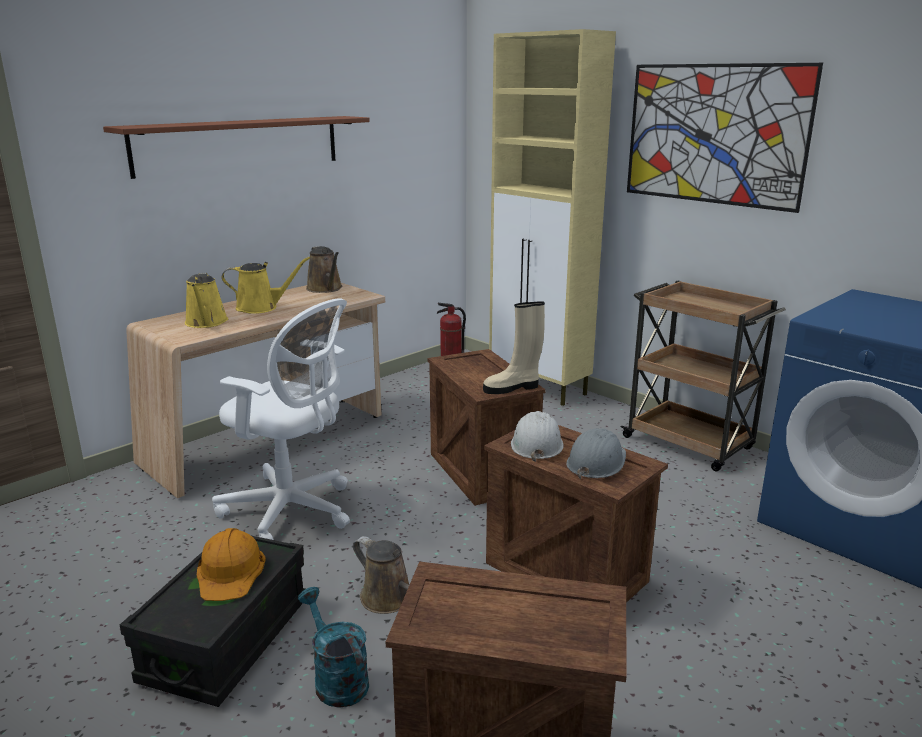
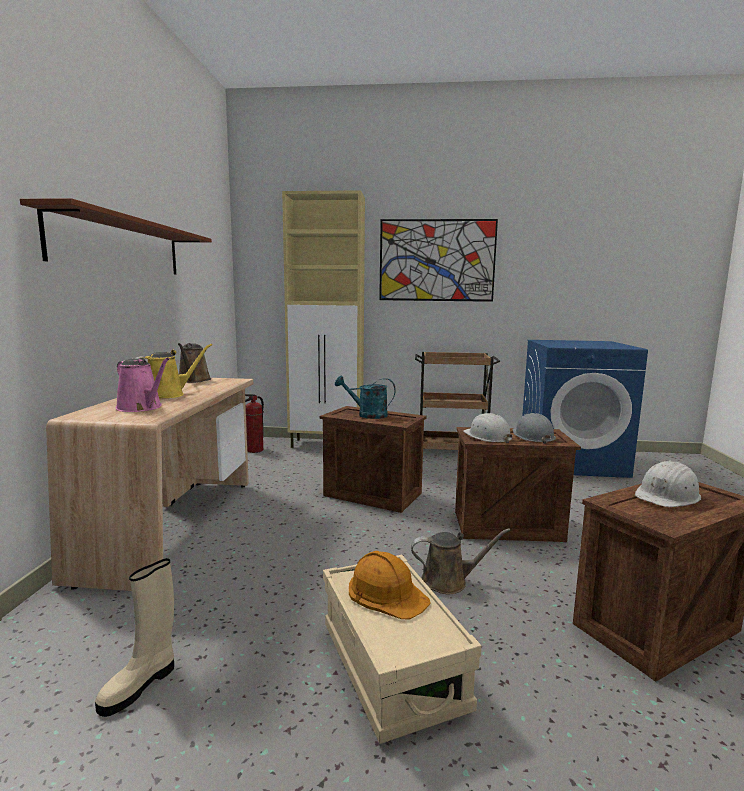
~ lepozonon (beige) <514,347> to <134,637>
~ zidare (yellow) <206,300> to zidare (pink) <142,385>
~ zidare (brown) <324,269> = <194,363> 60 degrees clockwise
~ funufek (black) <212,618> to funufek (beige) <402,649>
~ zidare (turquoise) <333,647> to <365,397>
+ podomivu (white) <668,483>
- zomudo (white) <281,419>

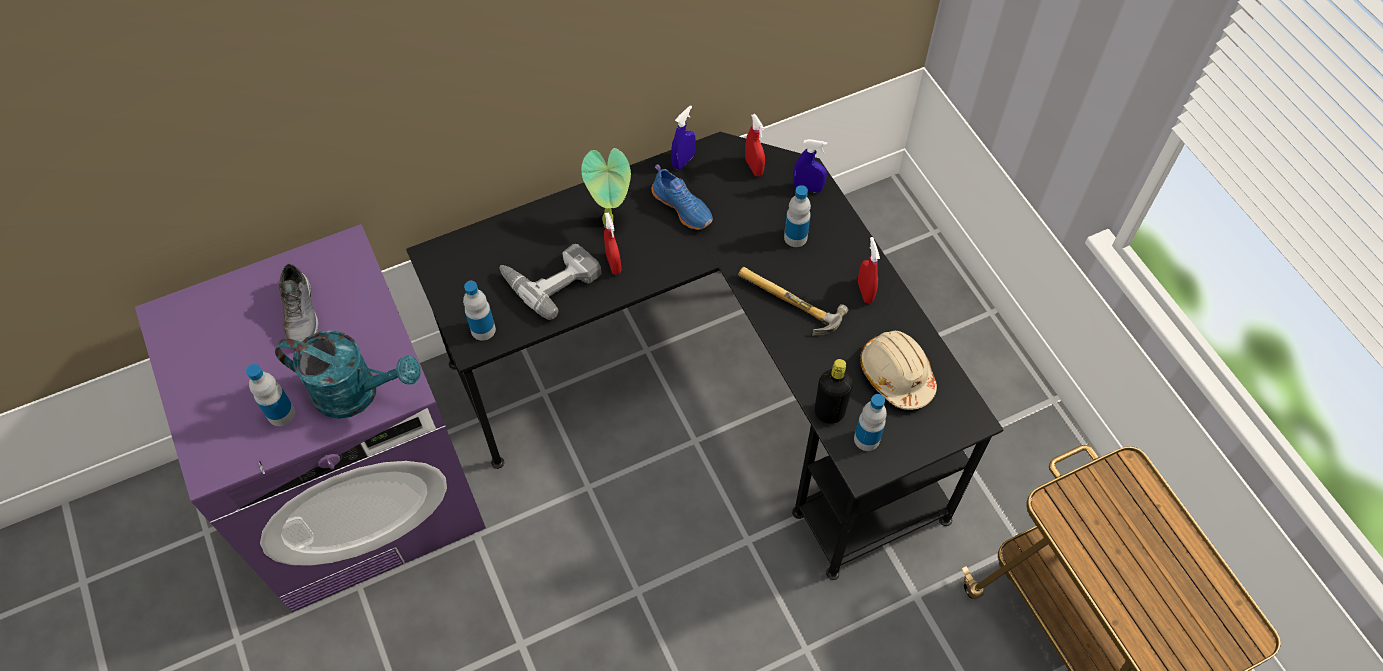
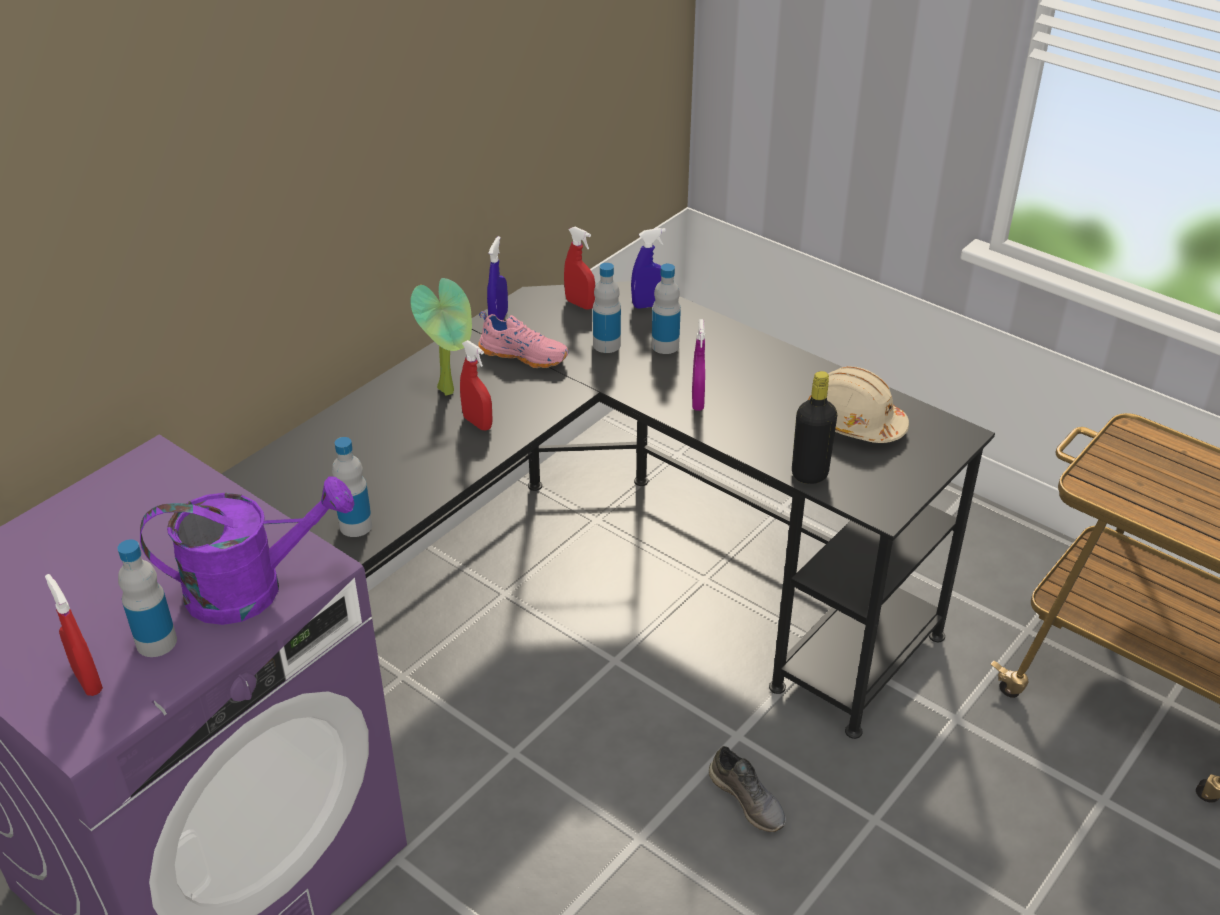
~ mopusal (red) <869,270> to <74,635>
~ zidare (turquoise) <348,374> to zidare (purple) <247,550>
~ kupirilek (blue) <682,197> to kupirilek (pink) <523,339>
~ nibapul <870,422> to <607,308>
~ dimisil <793,301> to mopusal (purple) <698,365>
~ kupirilek (grey) <299,303> to <747,789>
- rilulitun <551,282>

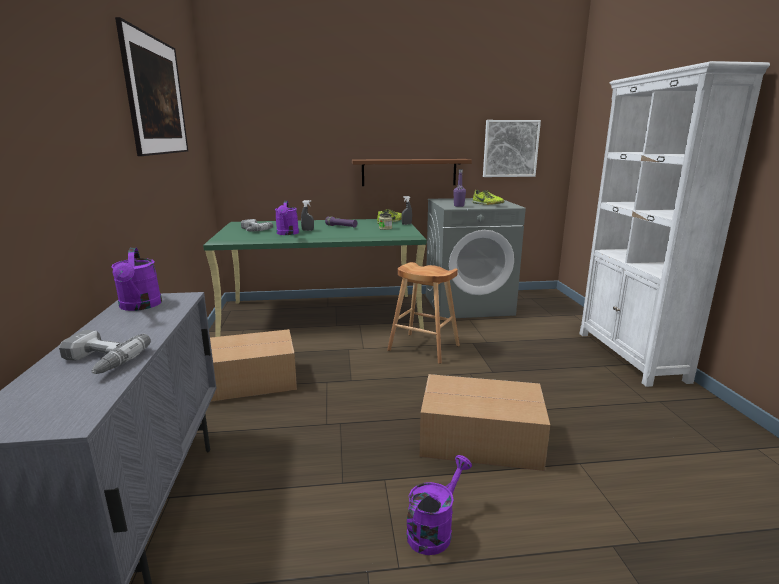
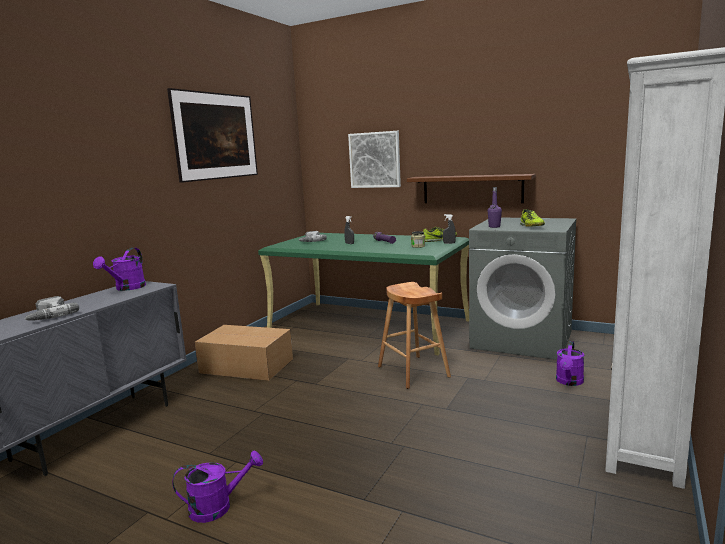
~ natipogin <512,148> to <374,159>
~ zidare (purple) <287,218> to <570,363>
- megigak <485,422>

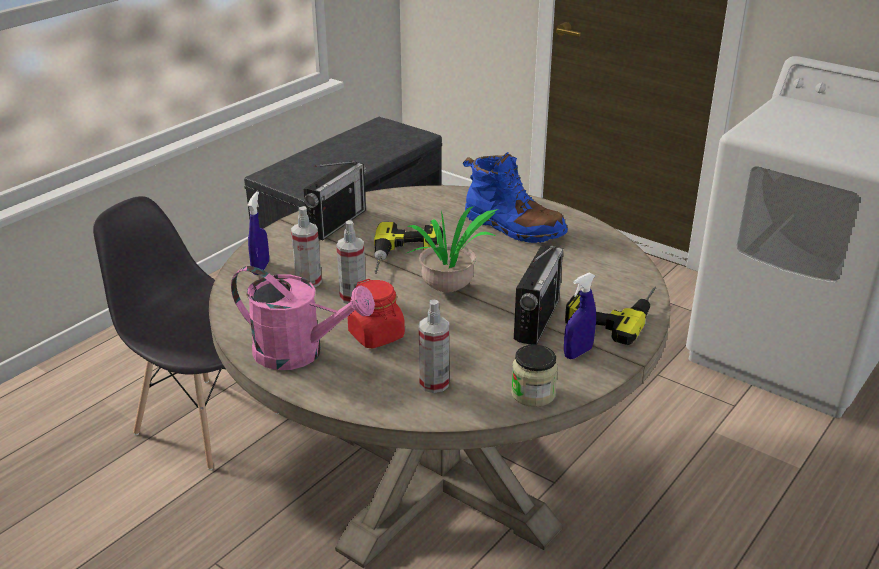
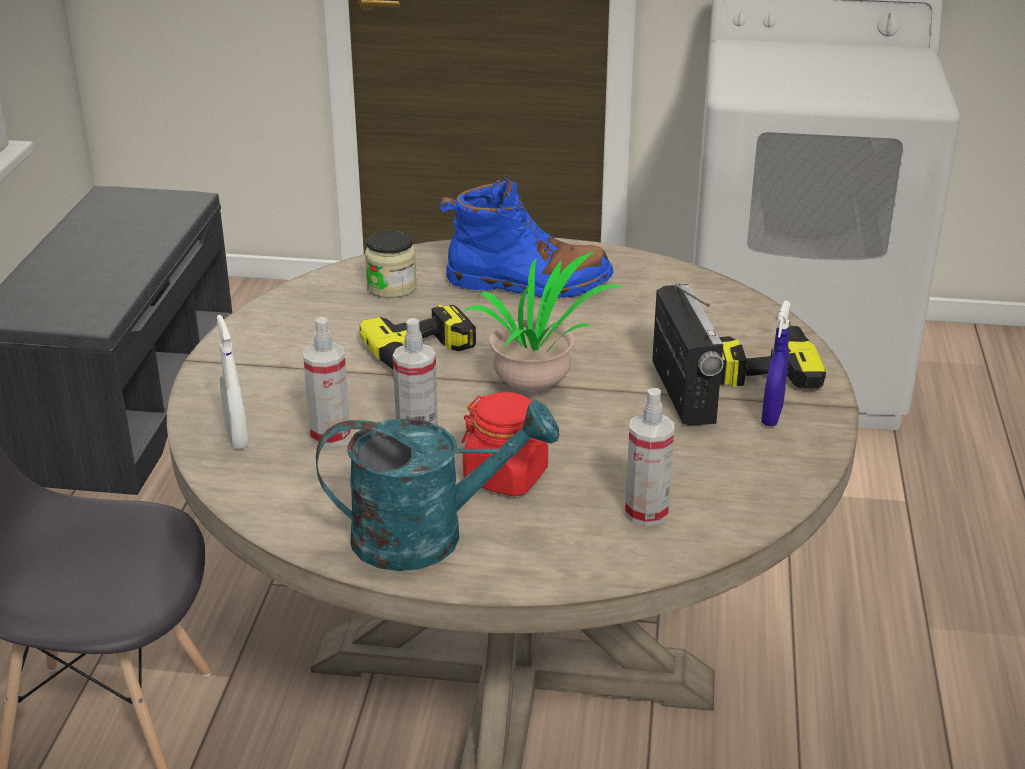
~ mopusal (blue) <258,233> to mopusal (white) <232,382>
~ zidare (pink) <303,318> to zidare (turquoise) <437,485>
~ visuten <534,375> to <391,264>
- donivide <334,200>

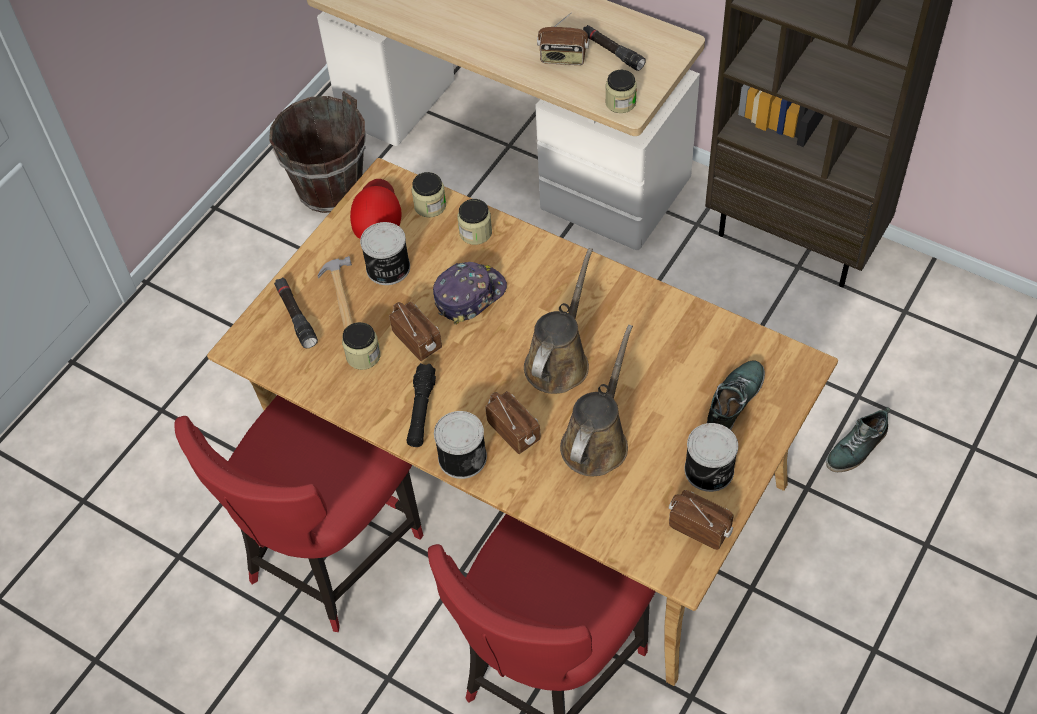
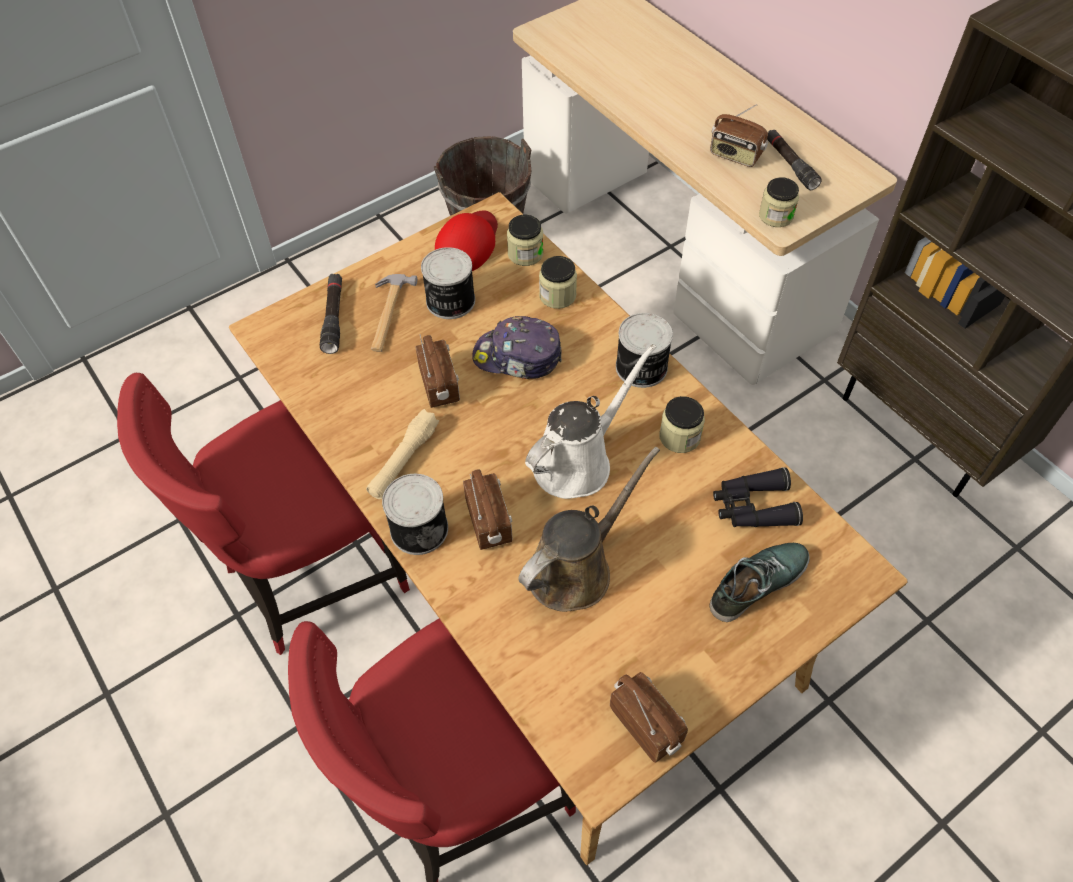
~ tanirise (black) <421,405> to tanirise (beige) <402,454>
~ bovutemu <470,293> = <517,347> 150 degrees counterclockwise
~ zidare (brown) <558,321> to zidare (white) <590,421>
~ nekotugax <711,457> to <644,350>
~ visuten <361,346> to <682,424>
+ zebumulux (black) <758,497>
- kupirilek <858,439>

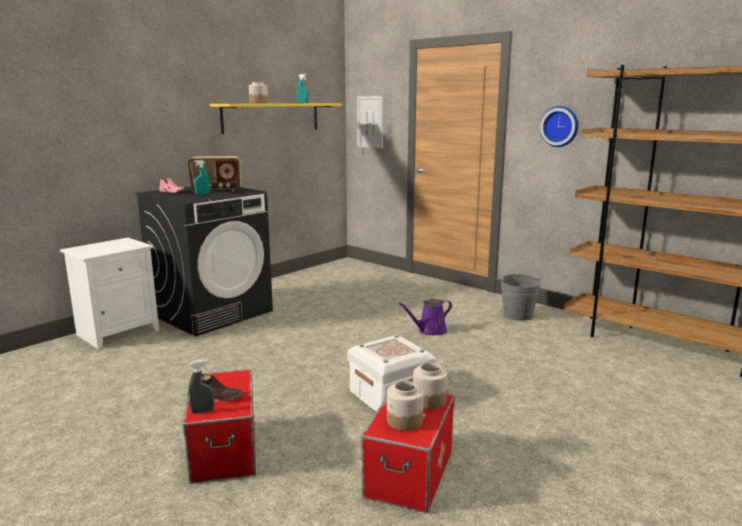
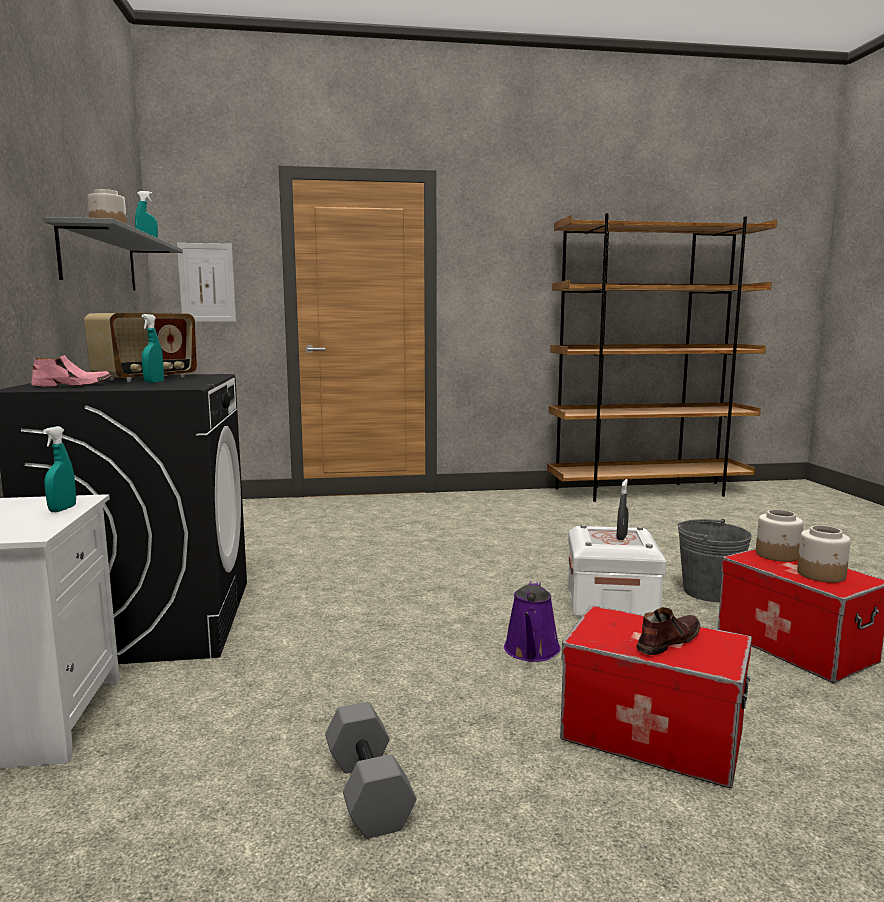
+ mopusal (turquoise) <59,469>
~ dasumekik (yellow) <276,118> to dasumekik (grey) <114,253>
+ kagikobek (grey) <371,770>
~ zidare (purple) <425,317> to <532,621>
~ mopusal (grey) <201,386> to <623,509>
~ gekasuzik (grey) <521,297> to <715,560>
- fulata <559,126>

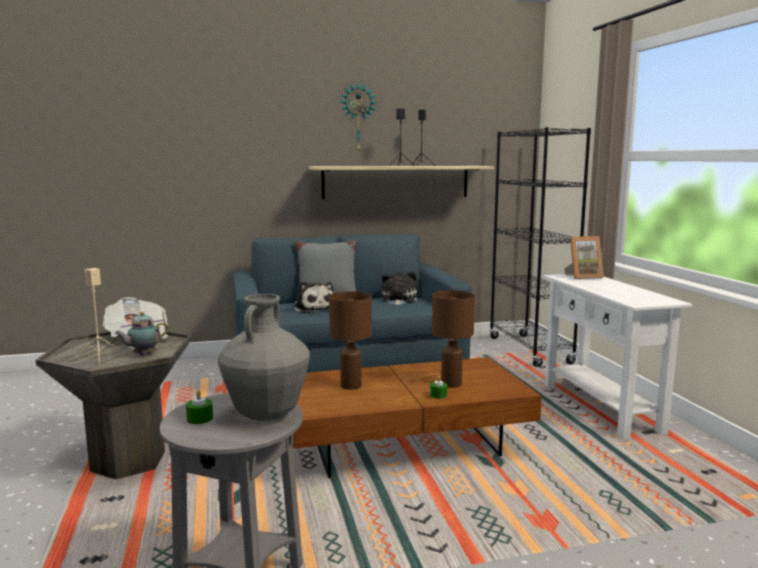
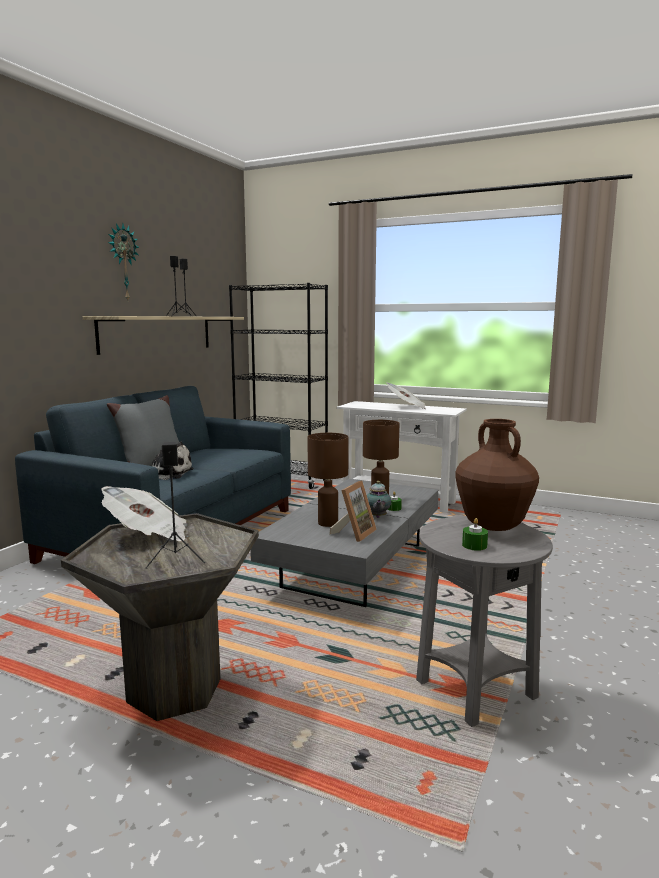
~ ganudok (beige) <99,316> to ganudok (black) <175,505>
~ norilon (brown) <417,417> to norilon (grey) <344,543>
~ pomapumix <584,257> to <353,511>
~ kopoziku <141,333> to <379,499>
+ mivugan <406,395>
~ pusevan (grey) <264,357> to pusevan (brown) <497,475>
- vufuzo <399,288>

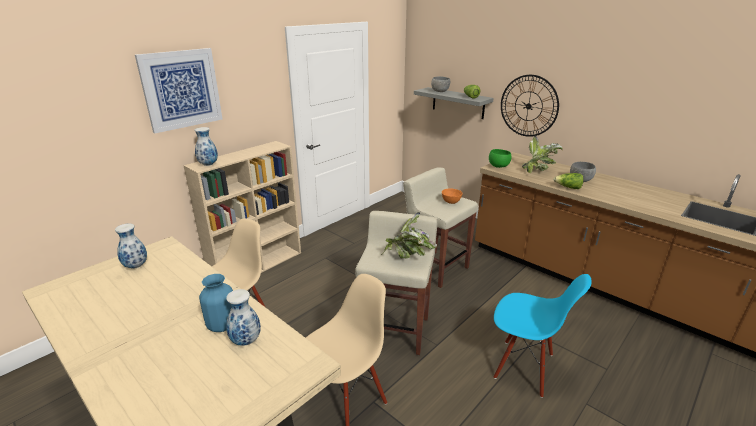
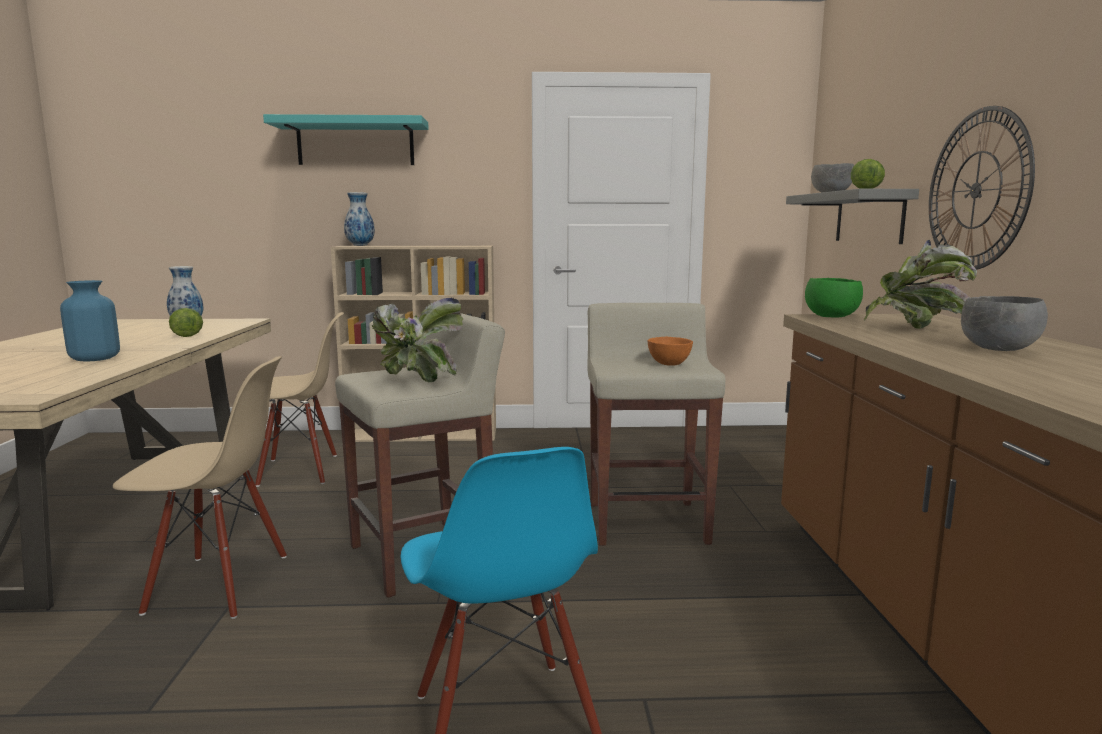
~ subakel <568,181> to <186,322>
~ natipogin <179,90> to dasumekik (turquoise) <346,139>
- pusevan <243,317>

